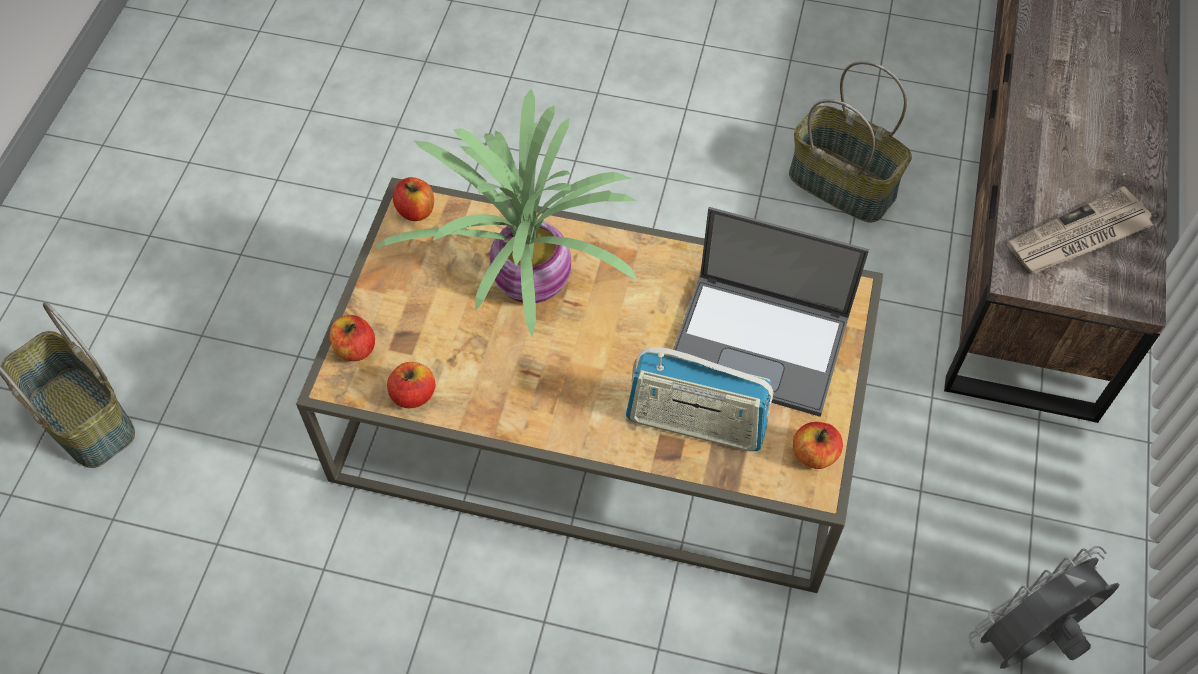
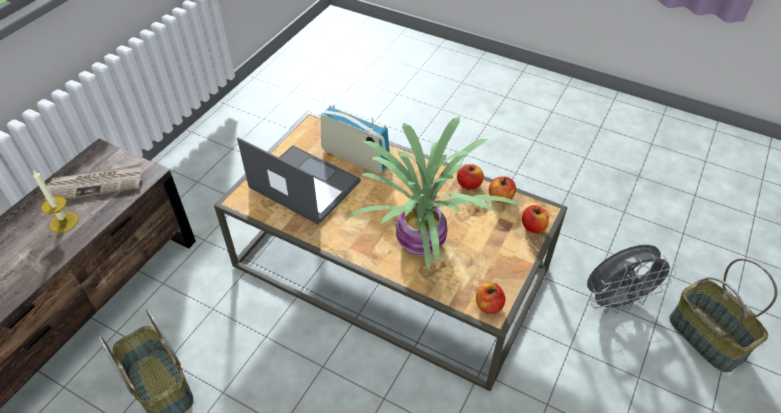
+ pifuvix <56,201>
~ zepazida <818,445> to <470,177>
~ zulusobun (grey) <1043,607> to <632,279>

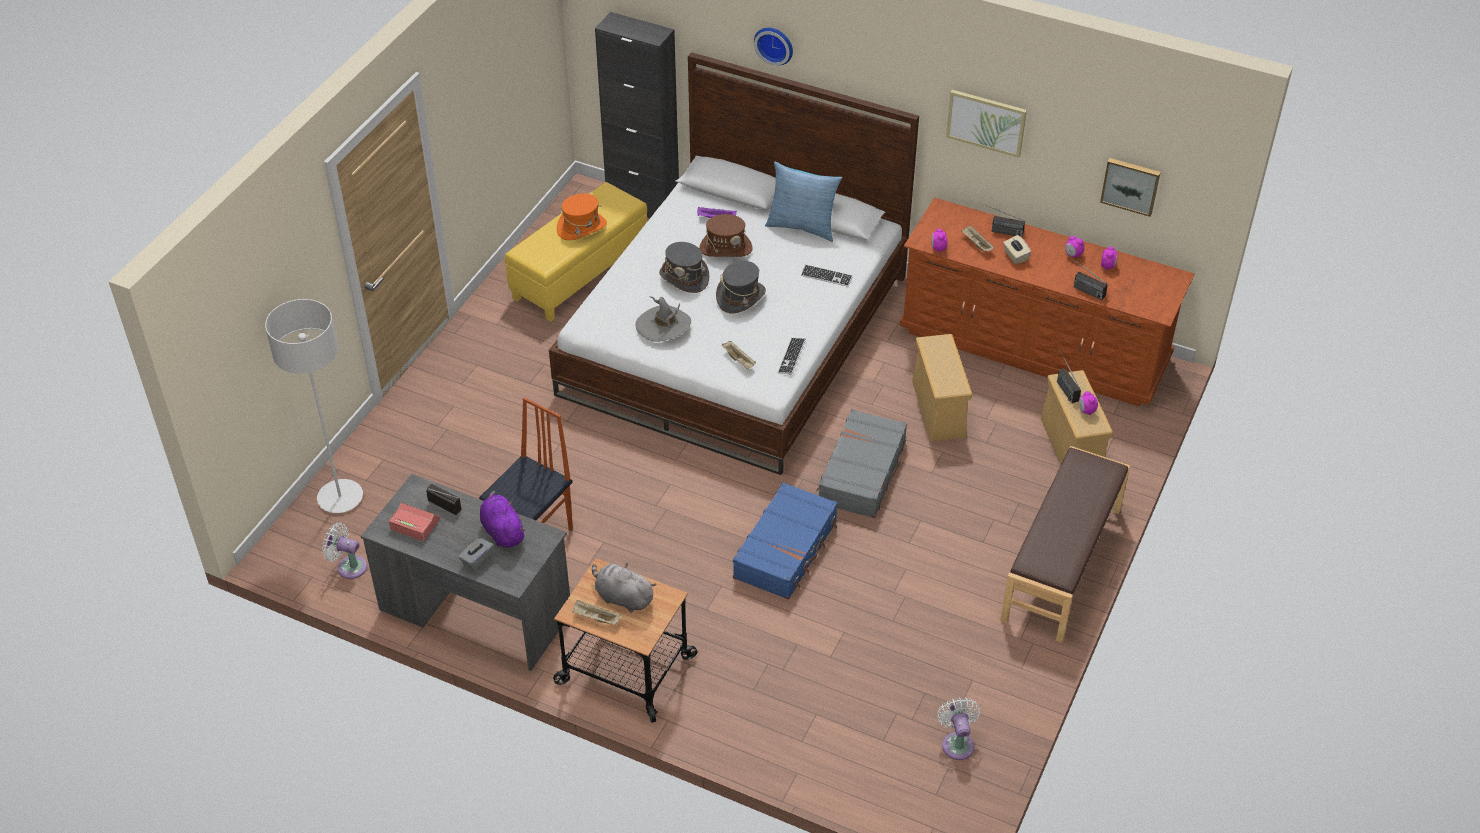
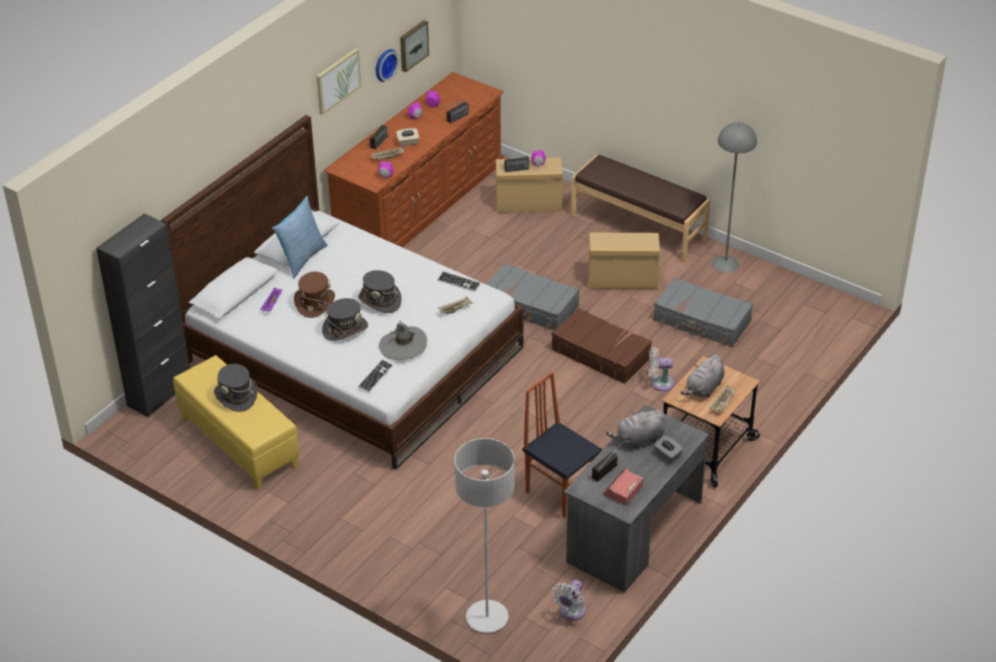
~ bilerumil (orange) <582,216> to bilerumil (grey) <236,388>
~ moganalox <827,275> to <375,375>
~ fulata <773,47> to <387,65>
~ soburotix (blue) <785,541> to soburotix (brown) <601,346>
~ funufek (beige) <942,387> to <624,261>
~ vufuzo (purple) <503,519> to vufuzo (grey) <636,429>
~ zulusobun (white) <959,729> to <661,369>
+ soburotix (grey) <703,312>
+ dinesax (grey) <734,197>

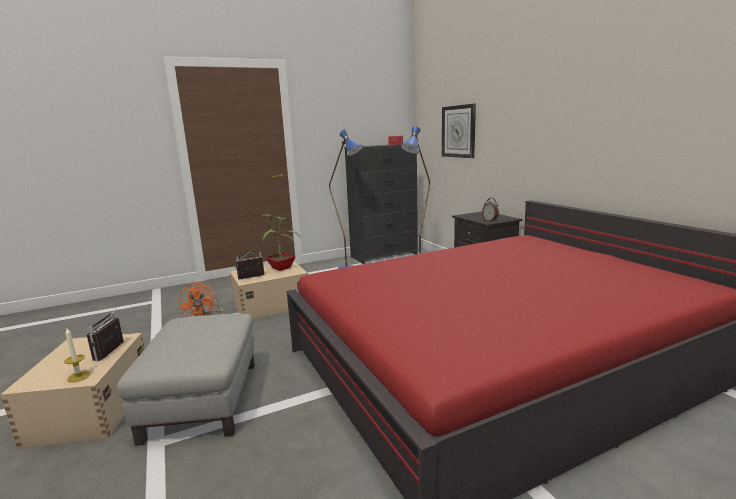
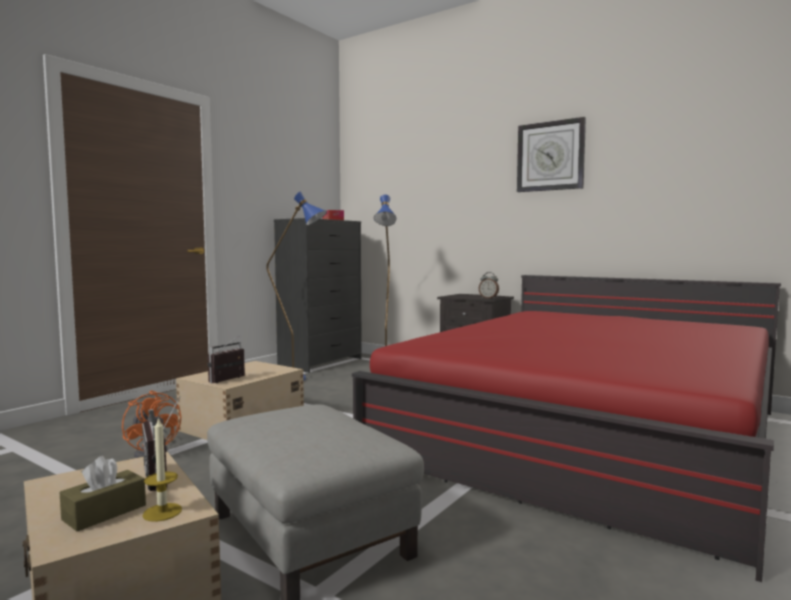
+ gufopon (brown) <102,493>
~ fulata <459,131> to <551,154>
- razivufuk <281,242>

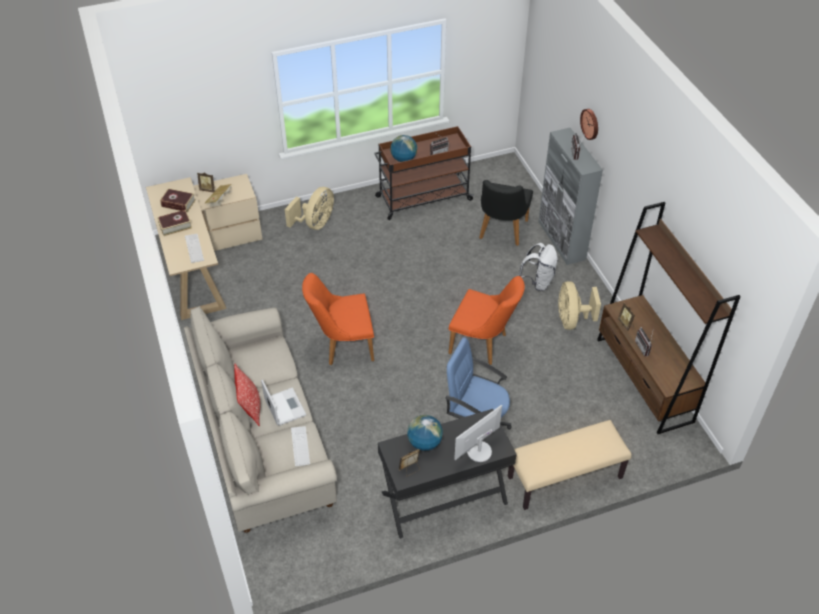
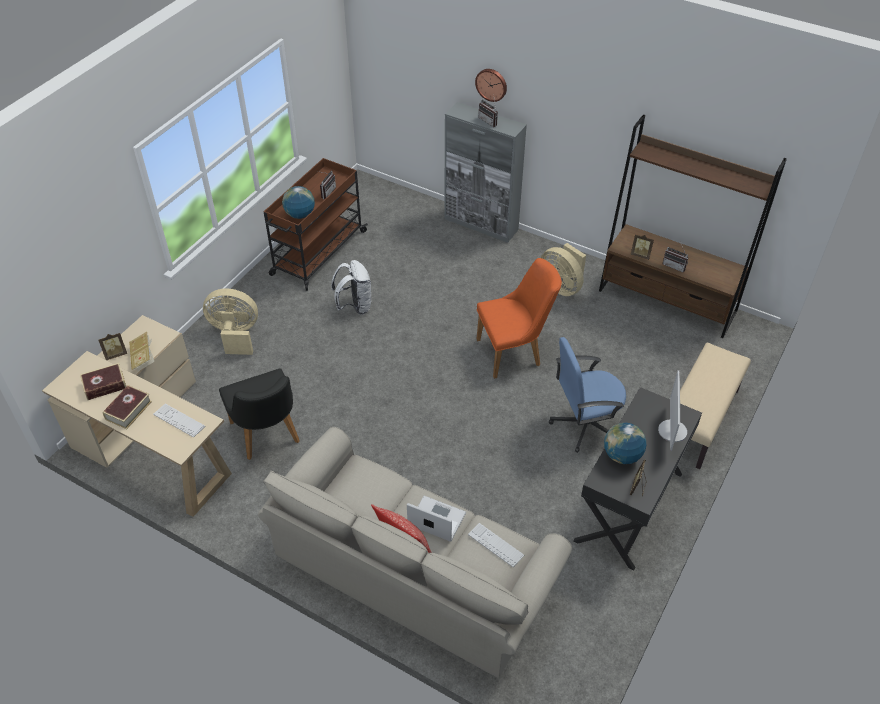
~ zulusobun (beige) <309,208> = <230,321> 75 degrees counterclockwise
~ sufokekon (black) <506,213> to <259,414>
~ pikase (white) <538,267> to <351,287>
- sufokekon (orange) <338,319>

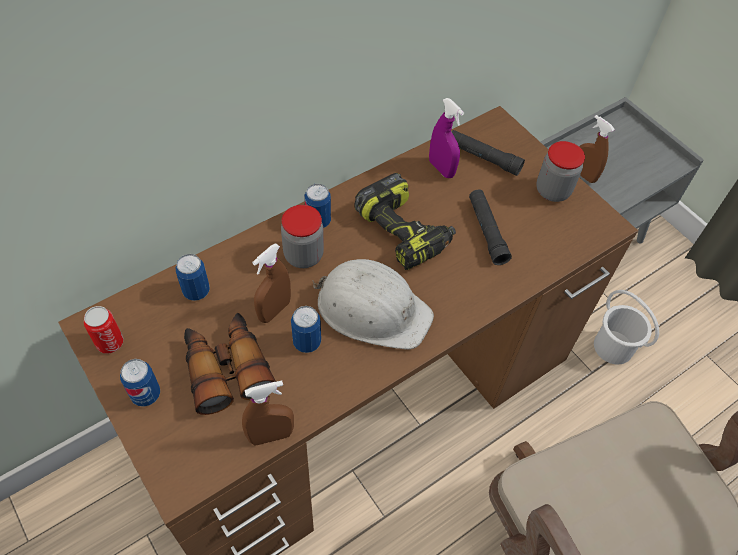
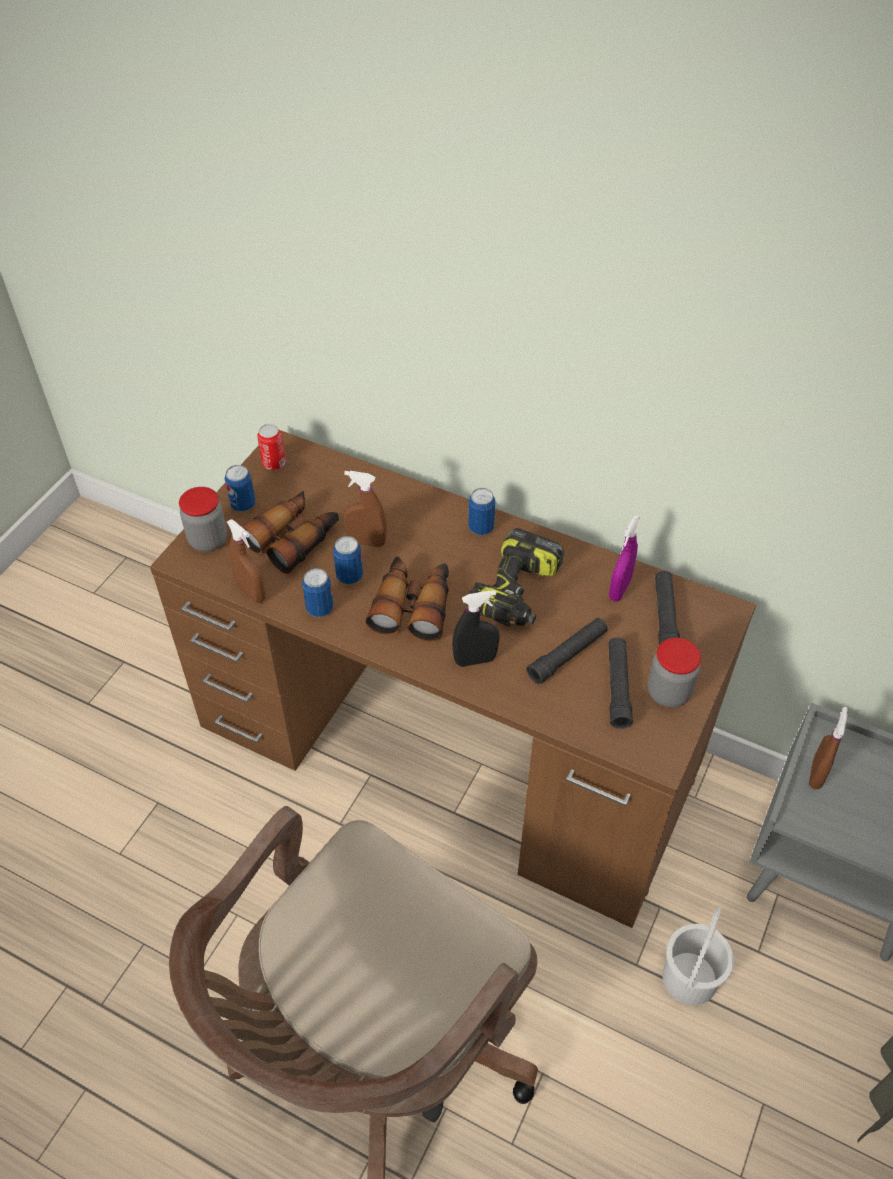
~ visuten <302,236> to <203,519>
~ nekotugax <193,277> to <318,592>
~ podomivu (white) <373,304> to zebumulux <407,598>
+ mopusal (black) <475,628>
+ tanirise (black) <621,683>

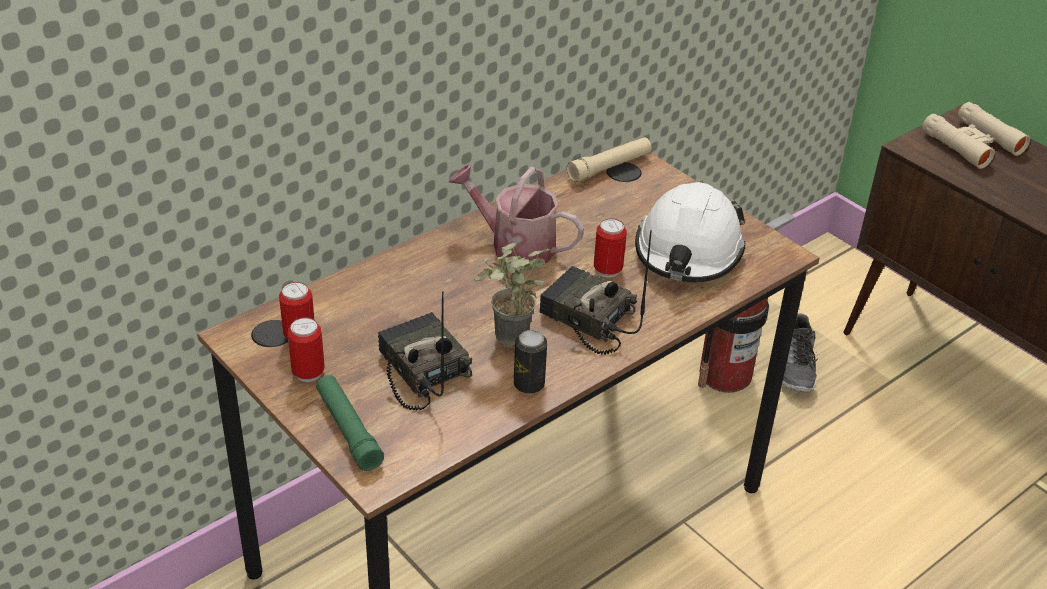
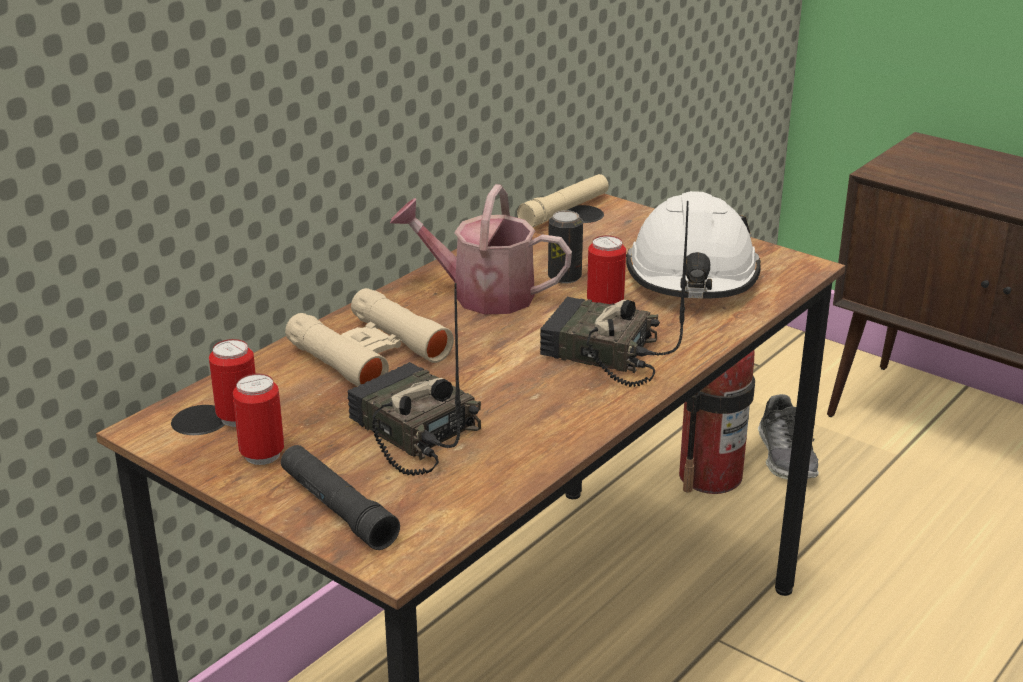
~ tanirise (green) <350,423> to tanirise (black) <340,497>
~ zebumulux (beige) <976,135> to <369,337>
~ nekotugax <530,362> to <565,247>
- razivufuk <512,295>

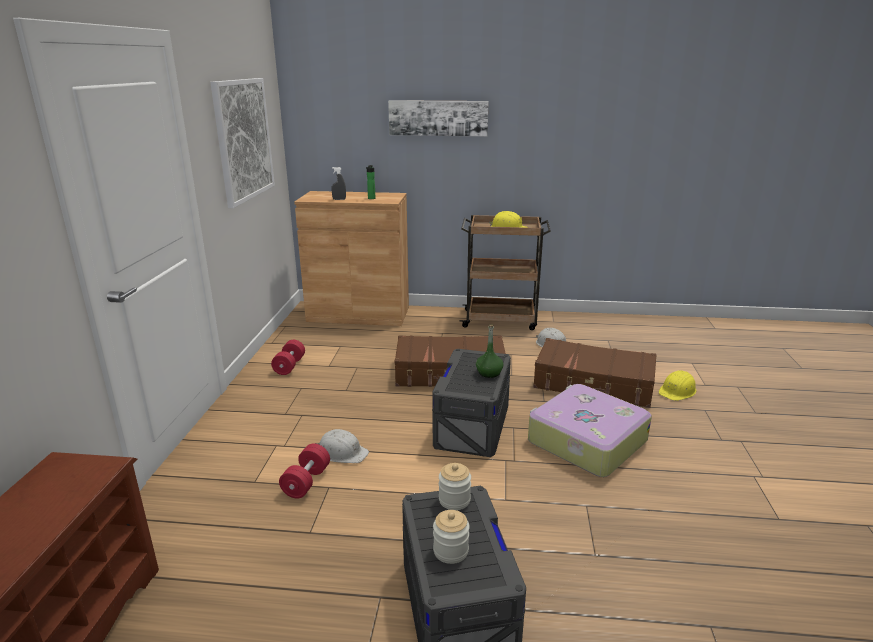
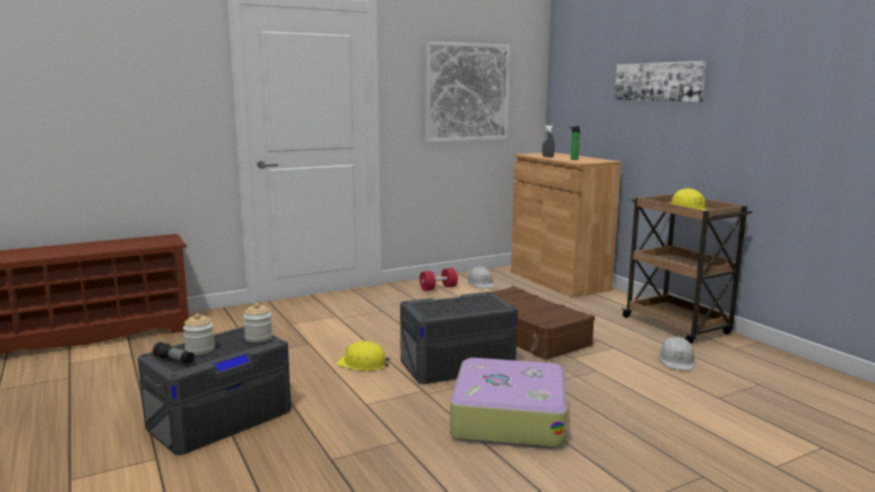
+ tanirise <173,353>
~ podomivu (yellow) <677,385> to <363,356>
~ podomivu (white) <342,446> to <480,277>
- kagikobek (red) <304,471>
- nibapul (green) <490,351>
- soburotix (brown) <595,373>

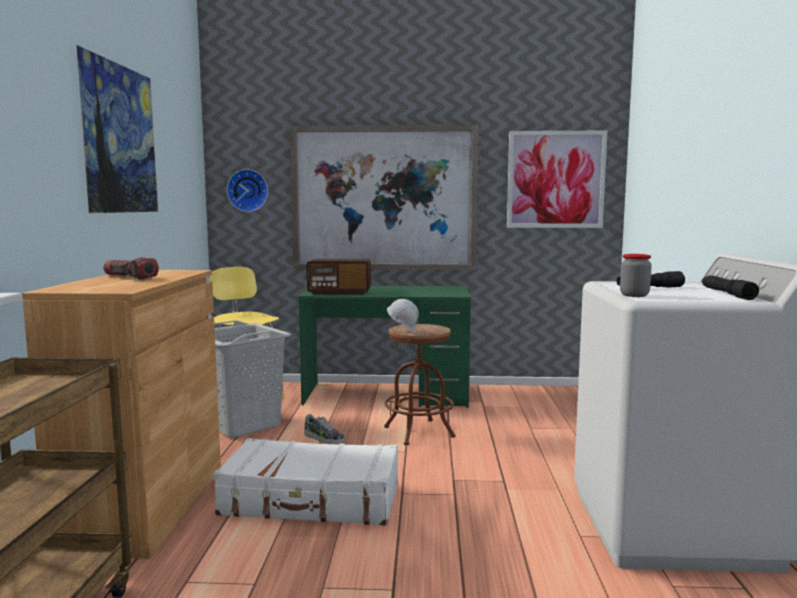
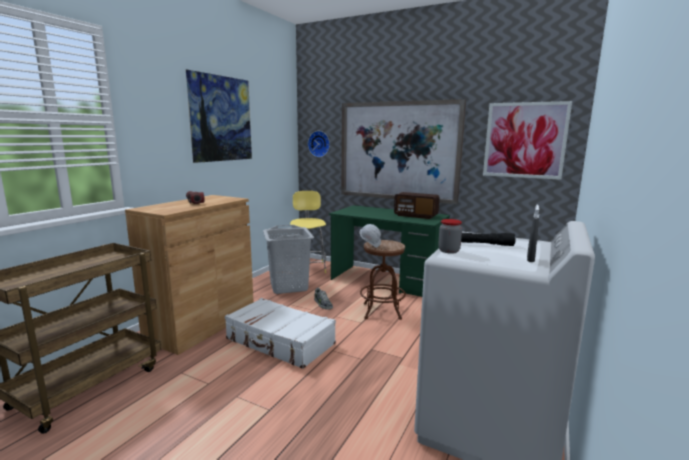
~ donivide <338,277> to <417,205>
~ tanirise (black) <730,287> to mopusal (grey) <533,233>

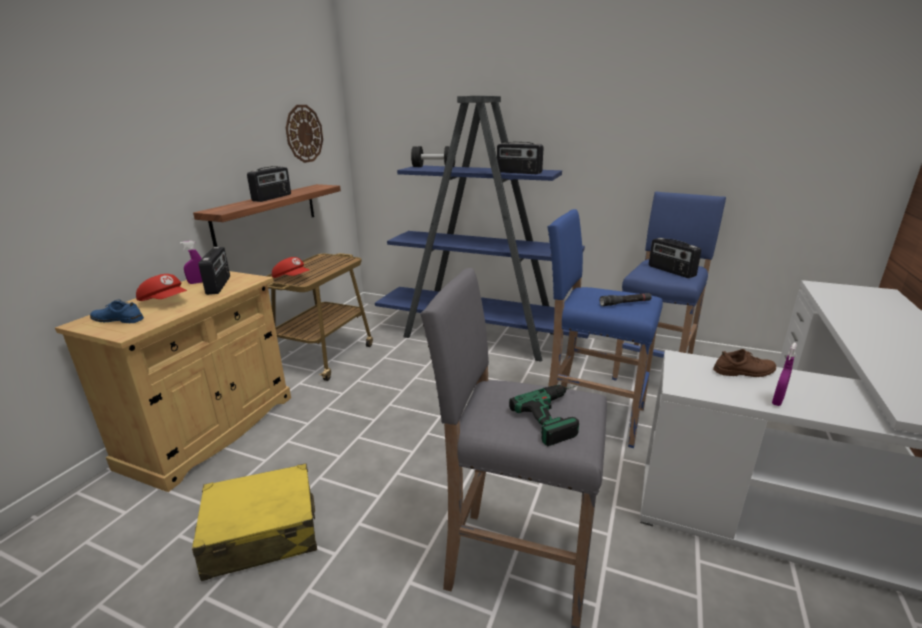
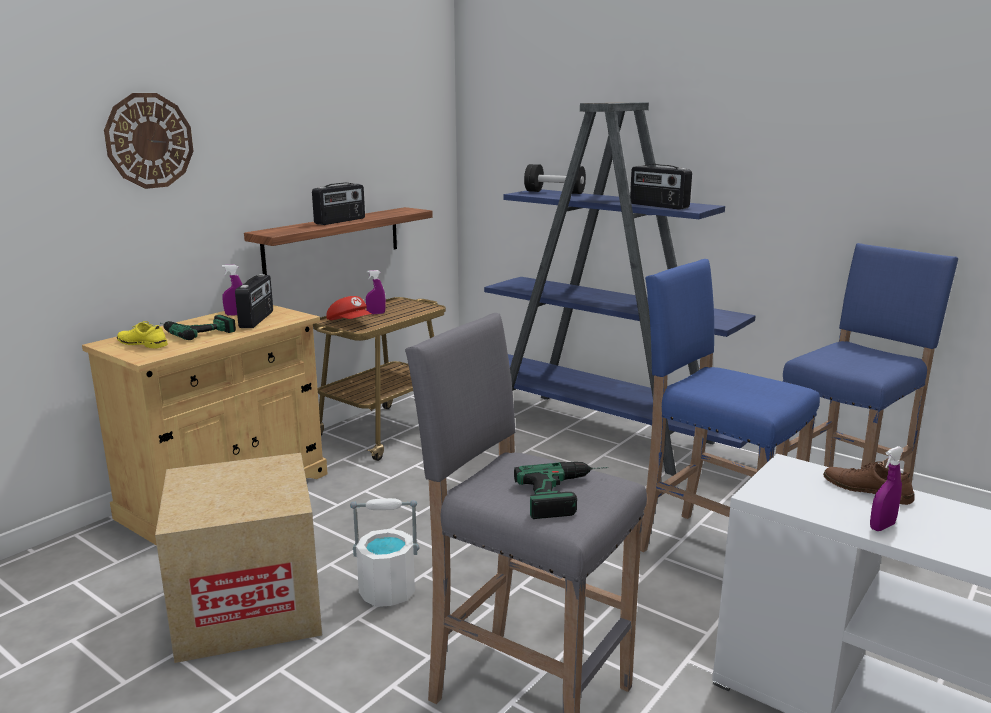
~ fulata <304,134> to <148,141>
~ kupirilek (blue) <117,311> to kupirilek (yellow) <142,334>
~ soburotix (yellow) <254,522> to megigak <238,558>
~ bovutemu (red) <161,287> to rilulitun <198,327>
+ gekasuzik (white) <384,552>
+ mopusal (purple) <376,292>
~ kupirilek (brown) <744,363> = <868,483> 150 degrees counterclockwise
- tanirise (black) <626,299>
- donivide <675,258>

